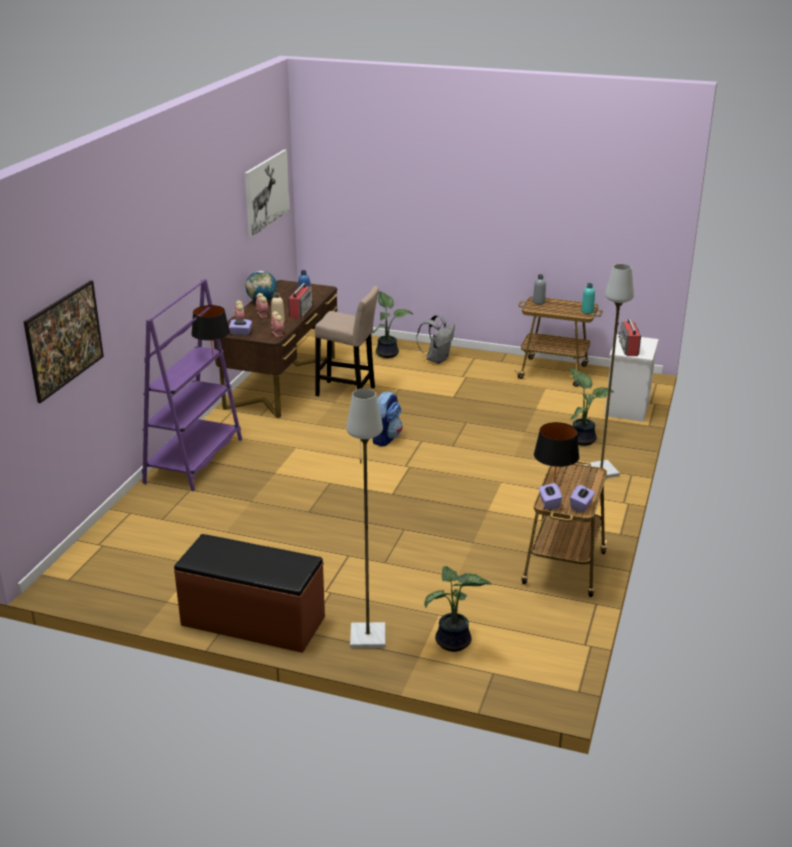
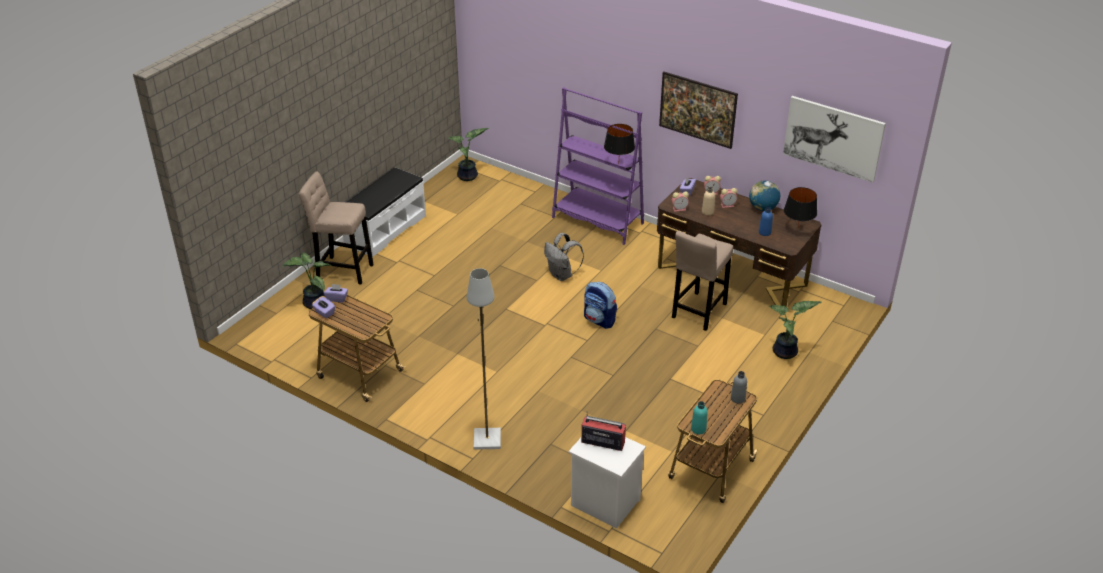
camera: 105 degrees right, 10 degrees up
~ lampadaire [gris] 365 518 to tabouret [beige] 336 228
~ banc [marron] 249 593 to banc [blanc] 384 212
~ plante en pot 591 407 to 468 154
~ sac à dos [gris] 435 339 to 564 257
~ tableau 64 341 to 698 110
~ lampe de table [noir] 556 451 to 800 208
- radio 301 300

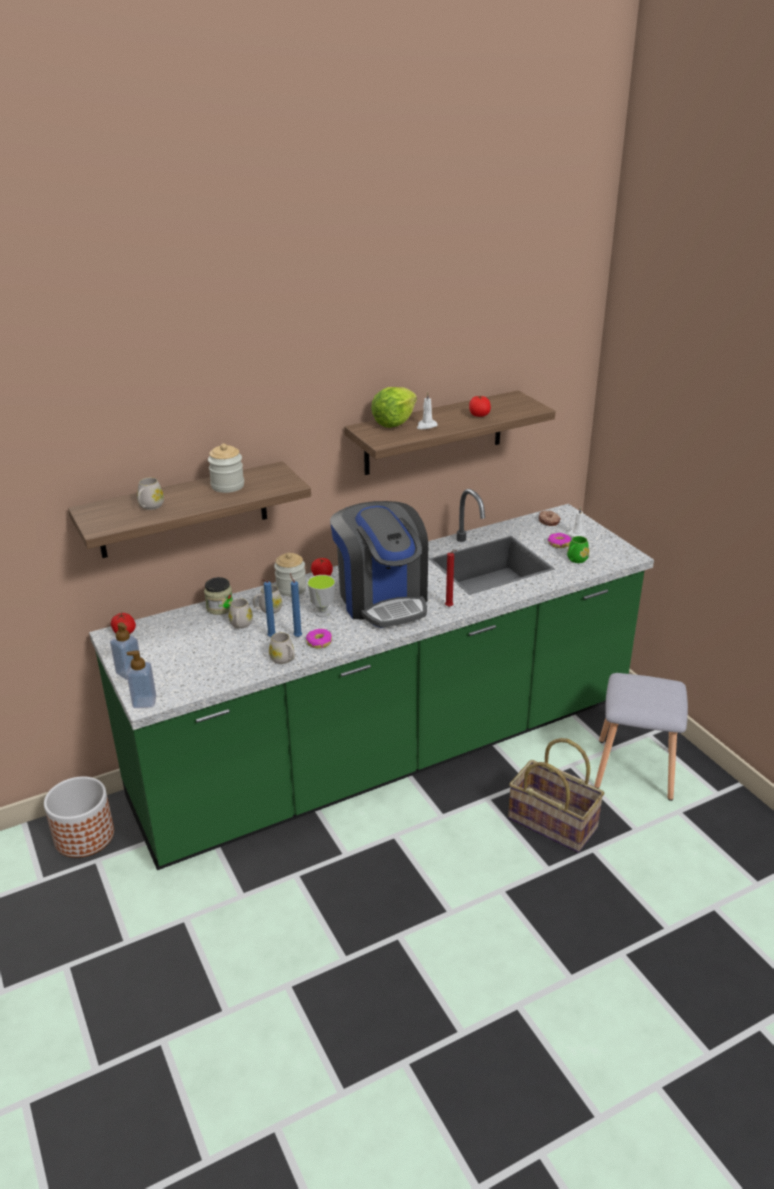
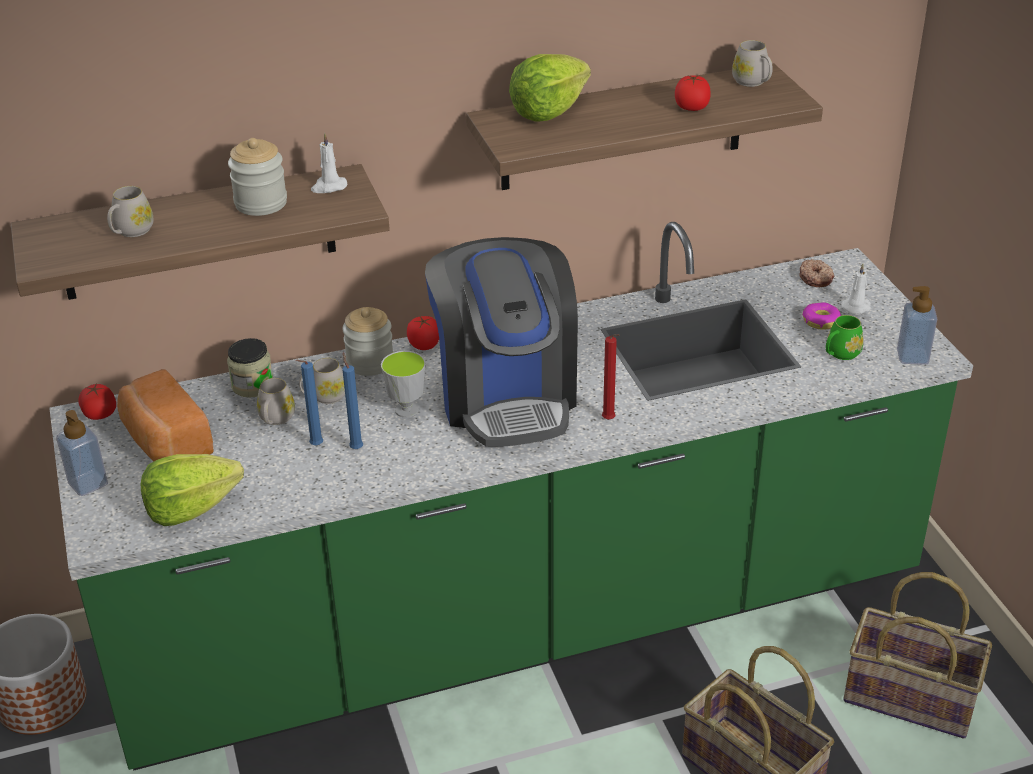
camera: 10 degrees right, 5 degrees up
+ pain 165 415
+ laitue 192 490
~ bougie [blanc] 427 410 to 329 163
~ mug [blanc] 282 648 to 752 63
~ tabouret [gris] 641 737 to panier 917 655
~ distributeur de savon 141 679 to 917 325
- beignet 319 639

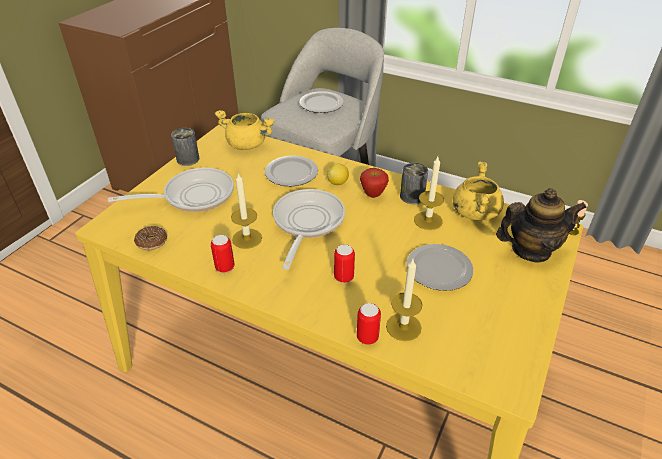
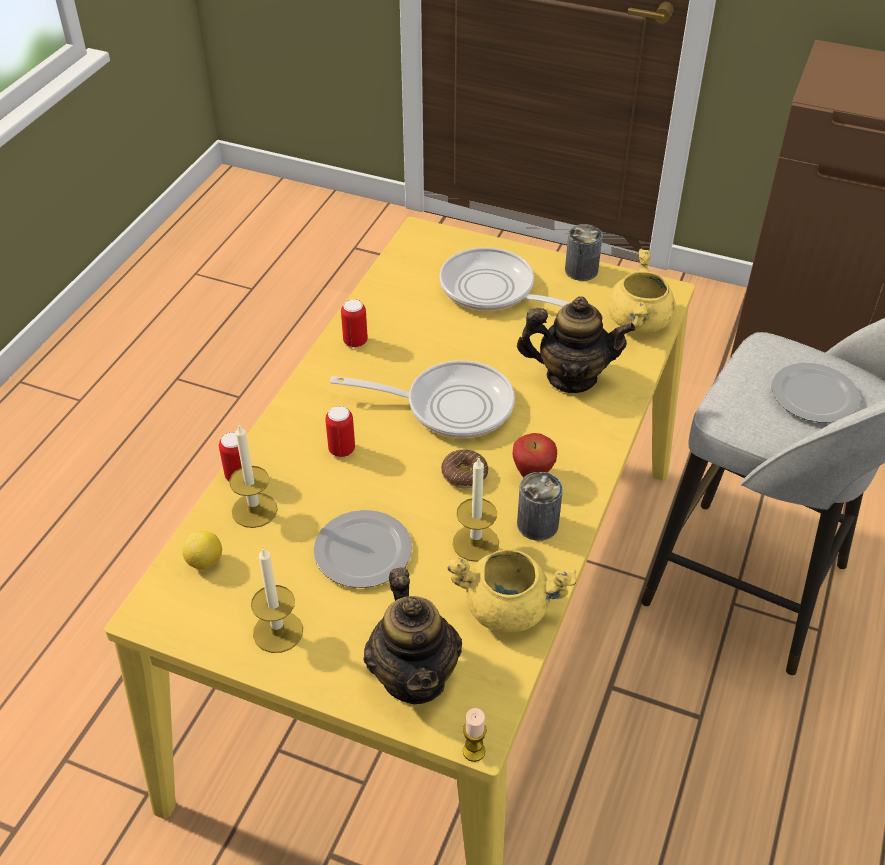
camera: 85 degrees right, 5 degrees up
~ citron 338 174 to 202 550
~ bougie 246 210 to 277 600
~ poêle 171 189 = 504 279 150 degrees clockwise
~ beignet 150 238 to 464 468
~ assiette 291 170 to théière 576 344

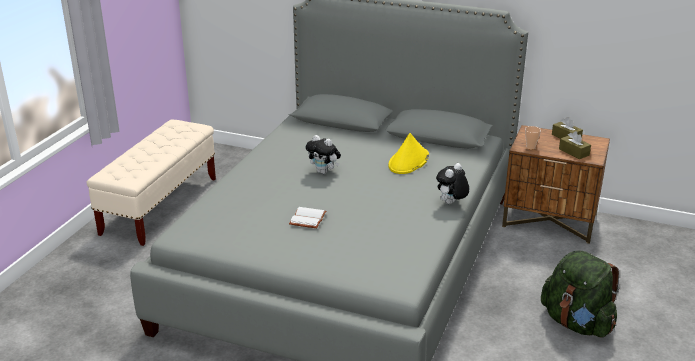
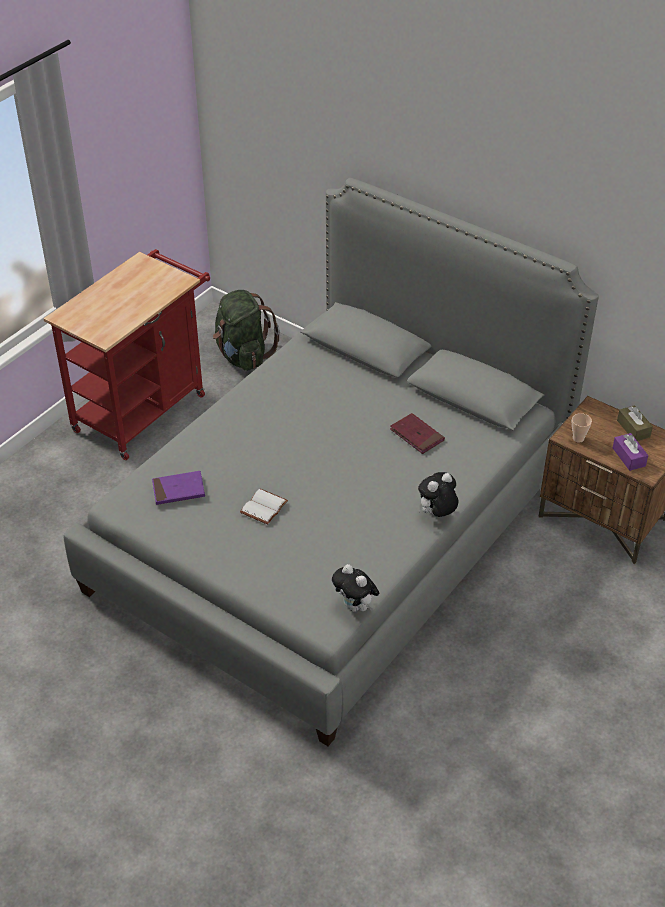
camera: 15 degrees right, 15 degrees up
~ banc [beige] 151 183 to chariot [rouge] 126 354
+ livre [violet] 178 488
~ sac à dos [vert] 580 294 to 246 330
~ peluche 323 154 to 355 588
~ chapeau [jaune] 408 153 to livre [rouge] 417 433
~ boîte à mouchoirs [marron] 575 145 to boîte à mouchoirs [violet] 630 452

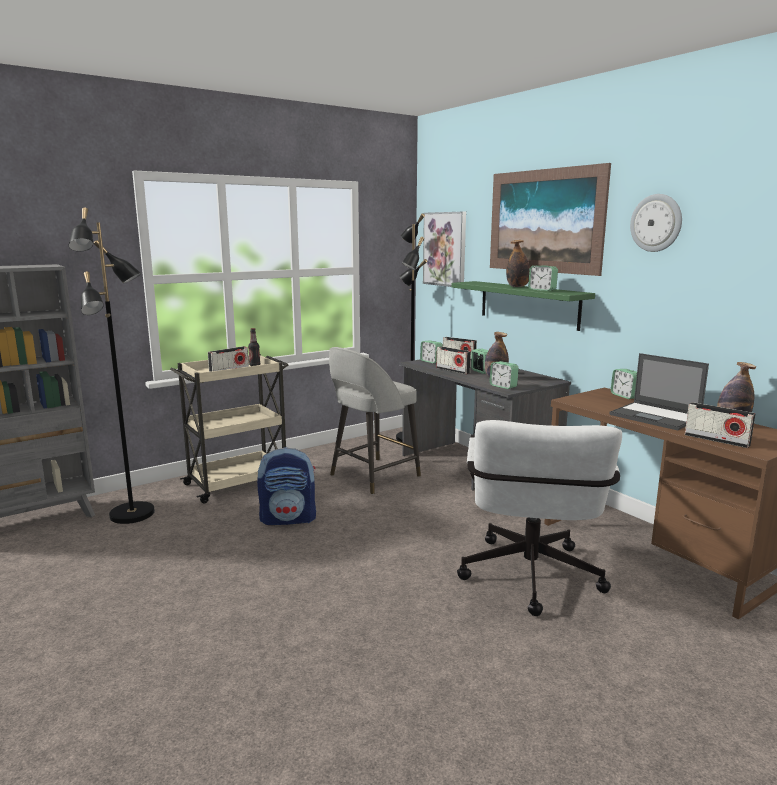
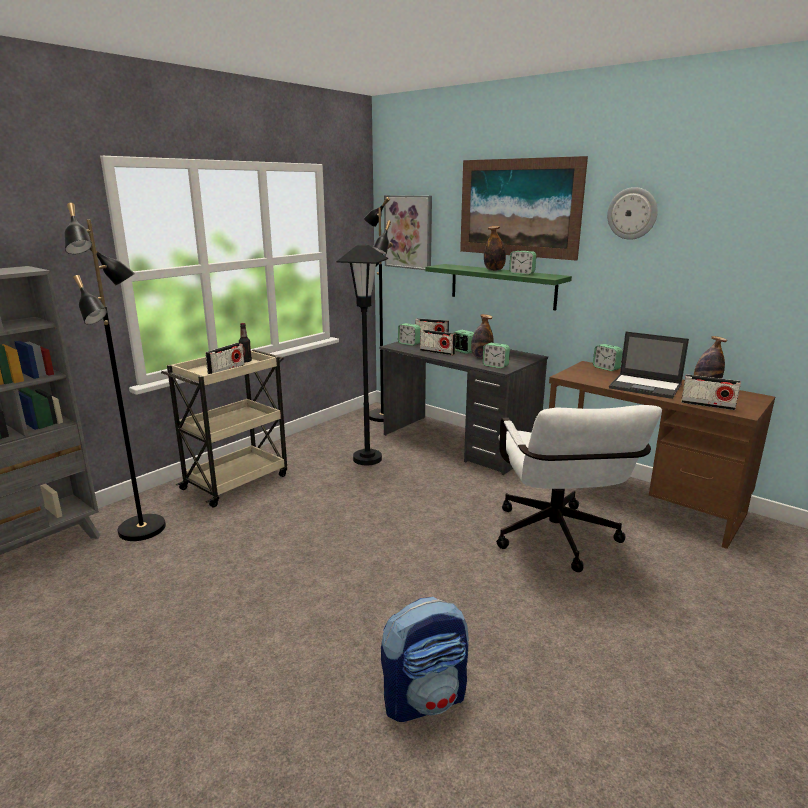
camera: 15 degrees left, 5 degrees up
~ tabouret [gris] 375 420 to lampadaire [noir] 362 355
~ sac à dos 286 486 to 425 659

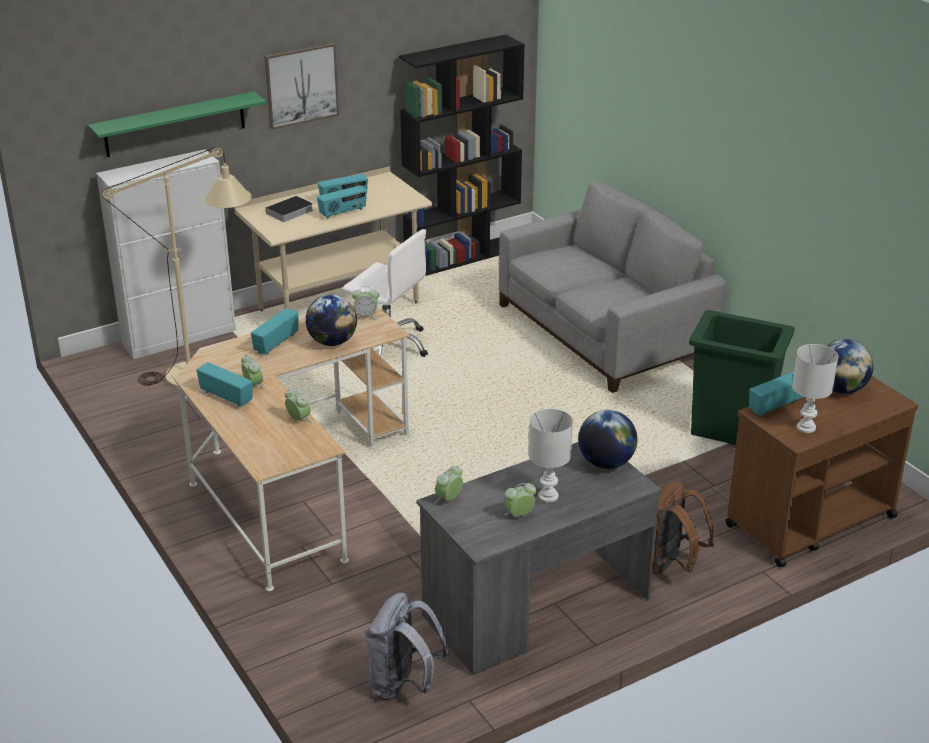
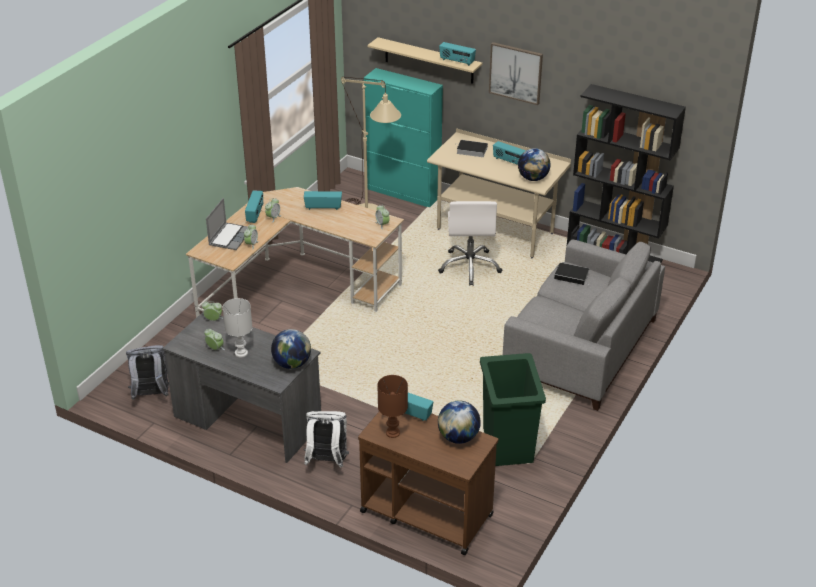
camera: 60 degrees right, 5 degrees up
+ ordinateur portable 227 224
~ sac à dos [marron] 683 528 to sac à dos [blanc] 326 439
~ meuble de rangement [blanc] 166 254 to meuble de rangement [turquoise] 403 137
~ étagère [vert] 177 124 to étagère [beige] 425 60
~ lampe de table [blanc] 815 388 to lampe de table [marron] 392 406
~ radio 342 202 to 457 54
~ globe 331 320 to 534 164
+ livre 572 274

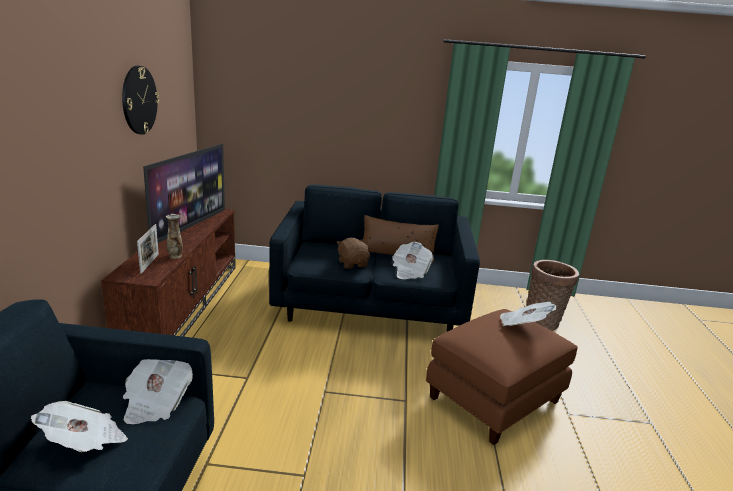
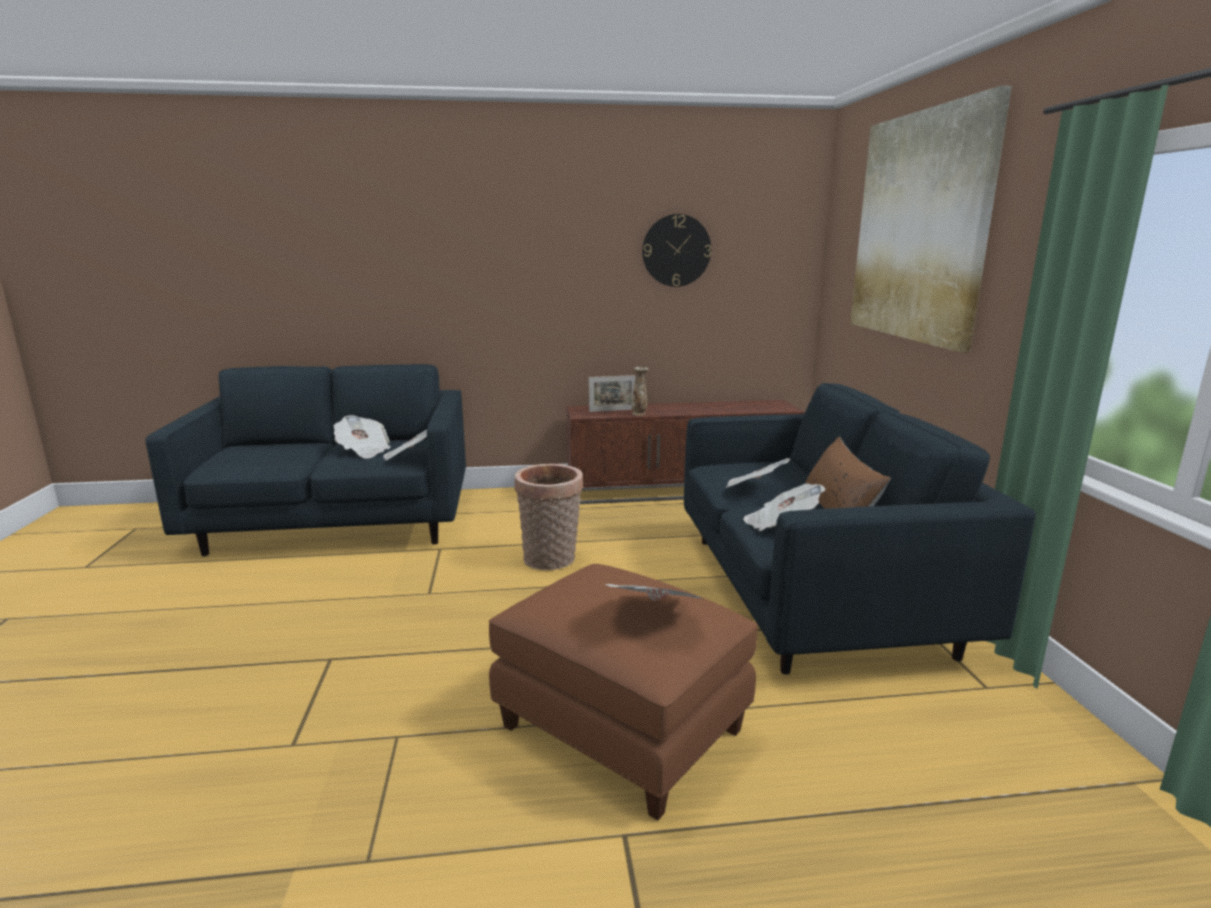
camera: 80 degrees right, 5 degrees down
~ panier 552 295 to 549 517
~ peluche [marron] 353 253 to journal 758 473
+ tableau 931 219
- téléviseur 184 193

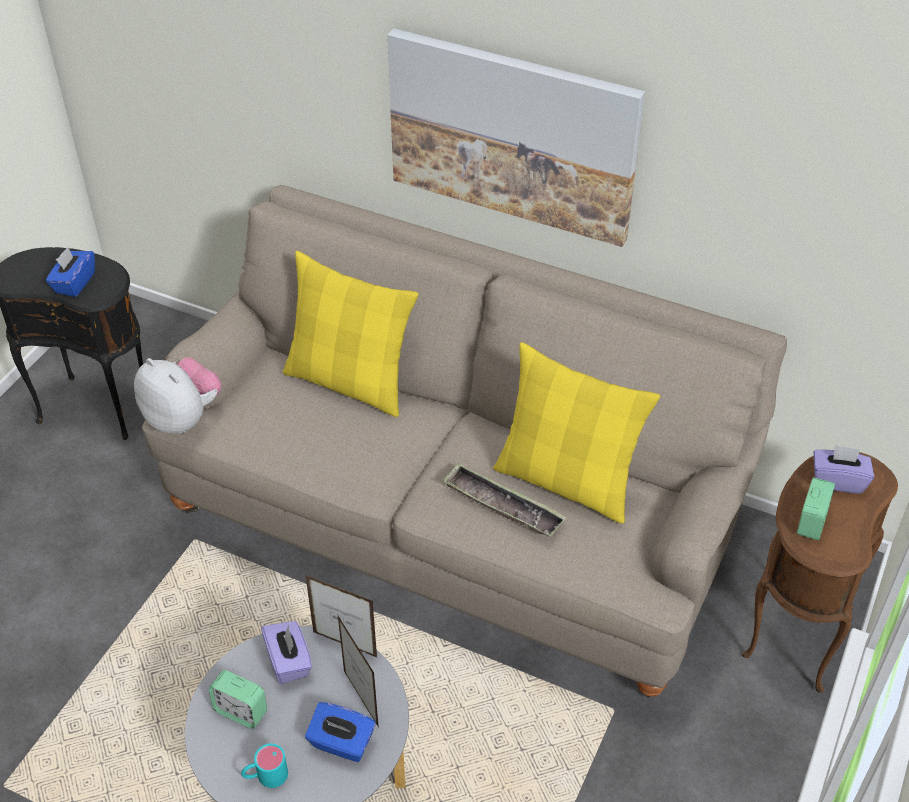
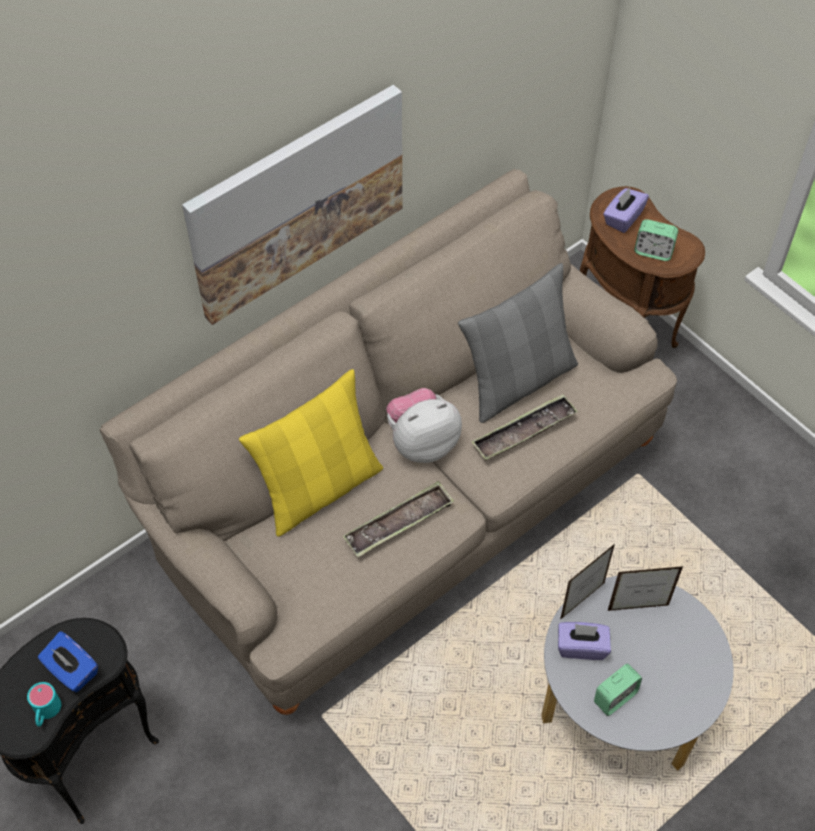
camera: 65 degrees left, 10 degrees up
~ mug [turquoise] 264 766 to 44 704
+ plateau 398 519
~ peluche 178 395 to 424 425
~ coussin [jaune] 576 433 to coussin [gris] 518 343
~ réveil 816 508 = 656 240 150 degrees clockwise
- boîte à mouchoirs [bleu] 340 732

